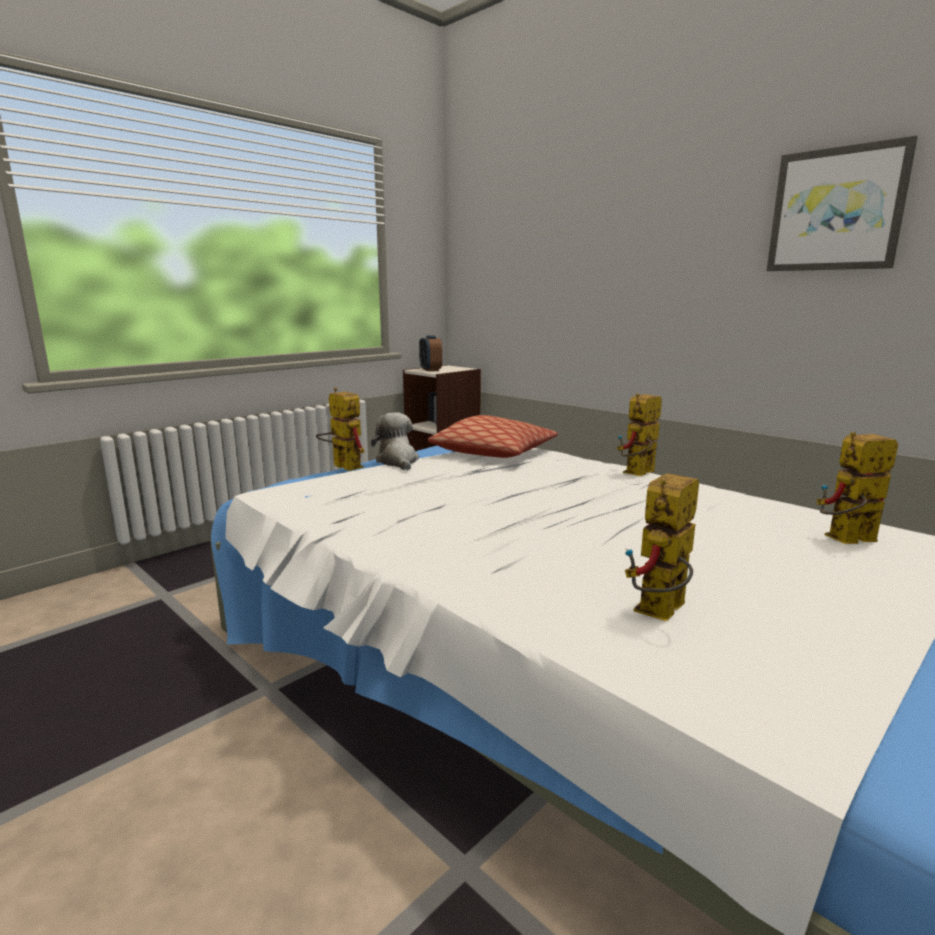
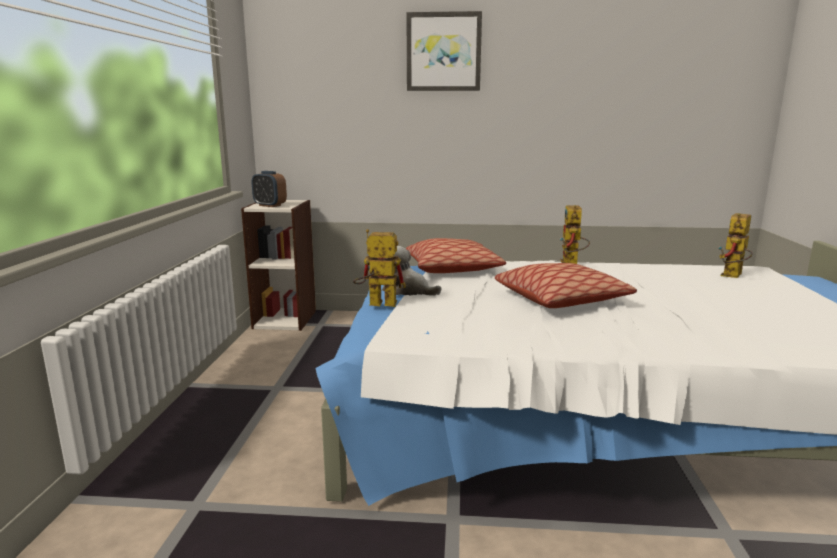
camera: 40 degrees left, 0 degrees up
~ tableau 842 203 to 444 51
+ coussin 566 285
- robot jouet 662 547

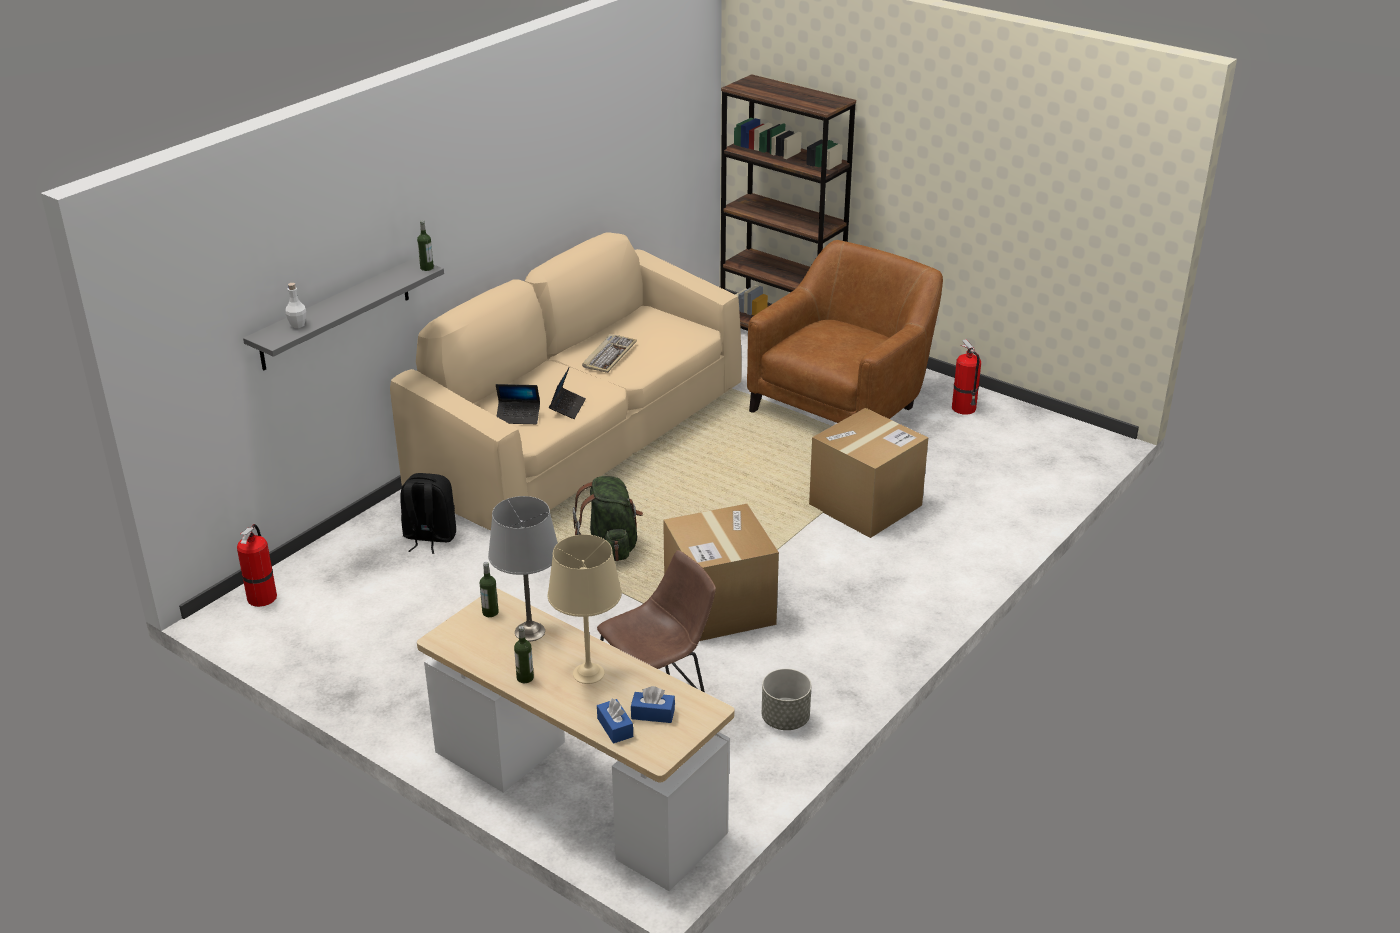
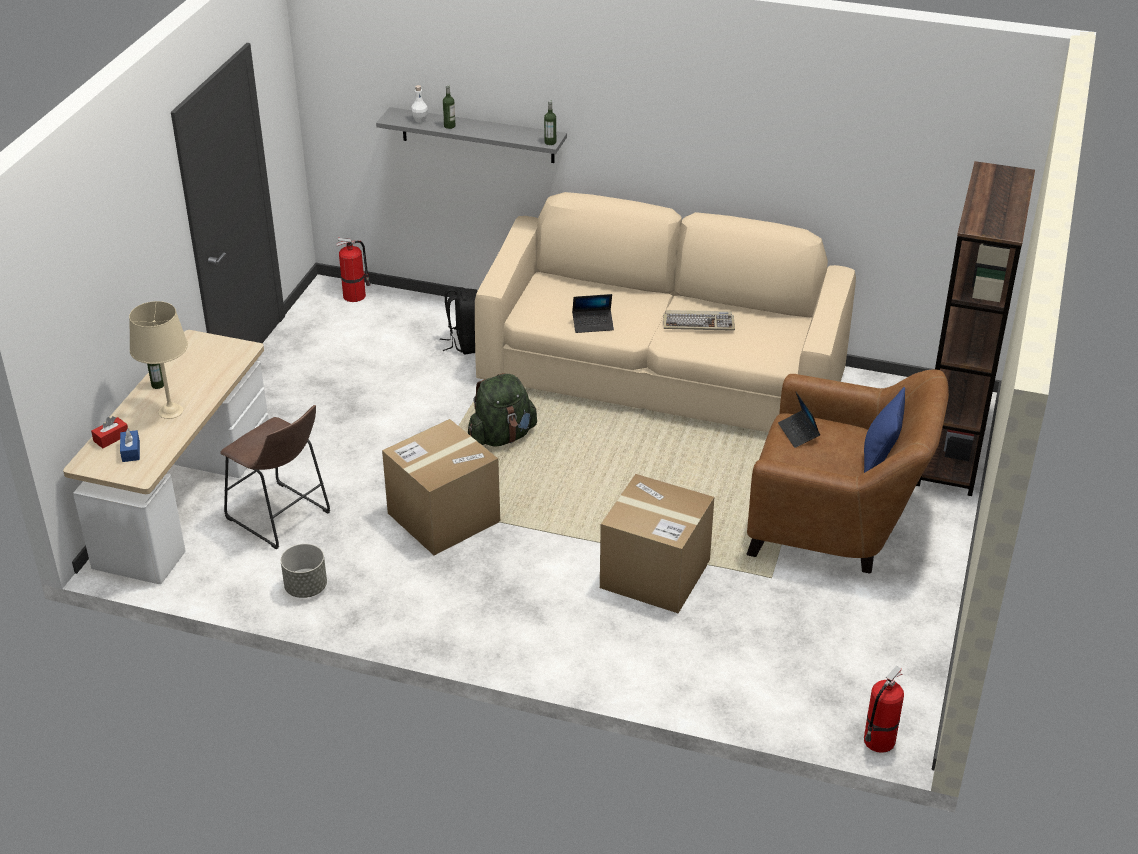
camera: 70 degrees right, 5 degrees up
~ boîte à mouchoirs [bleu] 615 720 to boîte à mouchoirs [rouge] 109 432
~ bouteille 489 589 to 449 107
~ ordinateur portable 518 404 to 799 420
+ coussin [bleu] 884 430
~ extincteur 966 377 to 884 709
- lampe de table [gris] 523 569

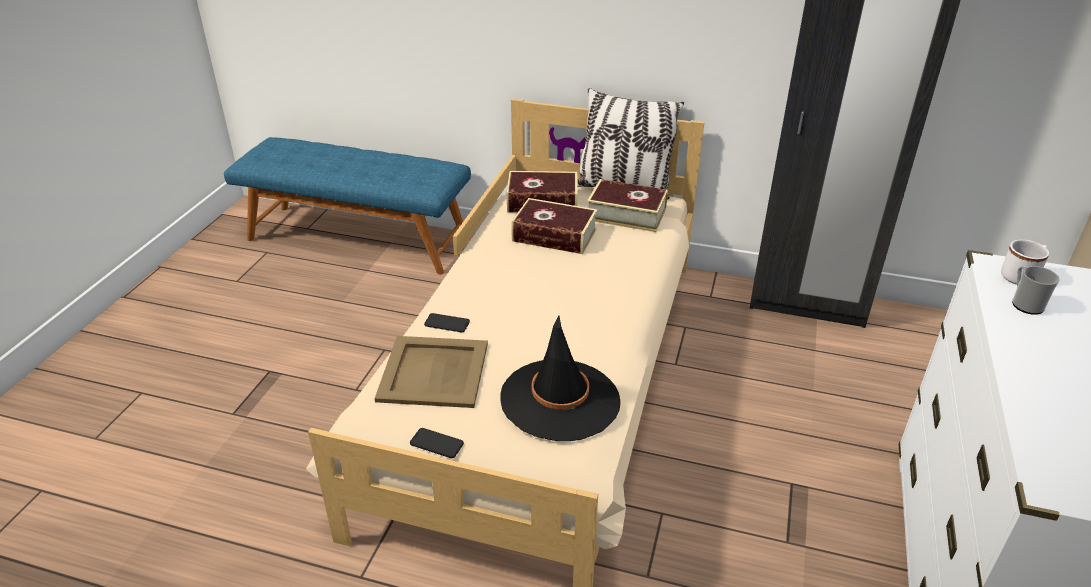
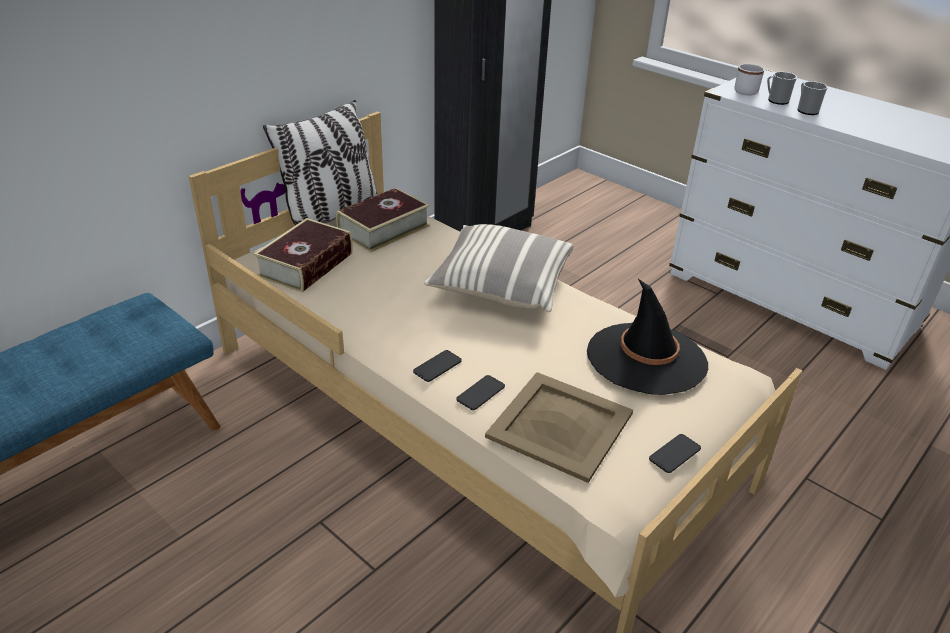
camera: 65 degrees left, 0 degrees up
+ téléphone 437 366
+ coussin 499 268
+ mug 812 98
- livre 554 226

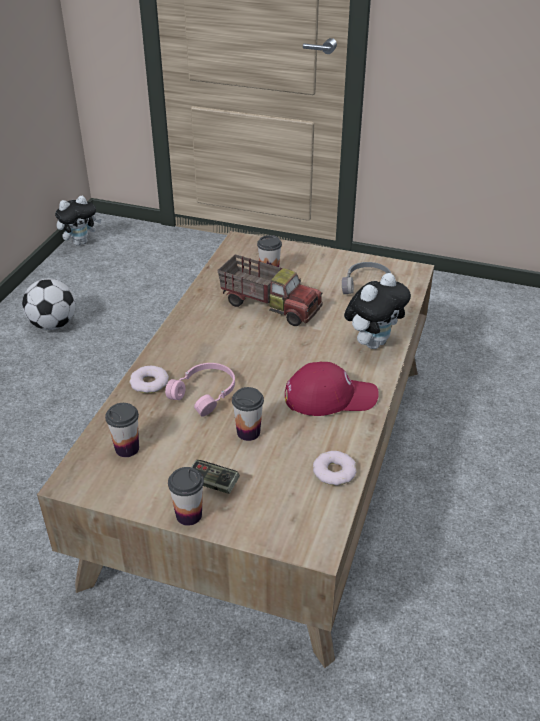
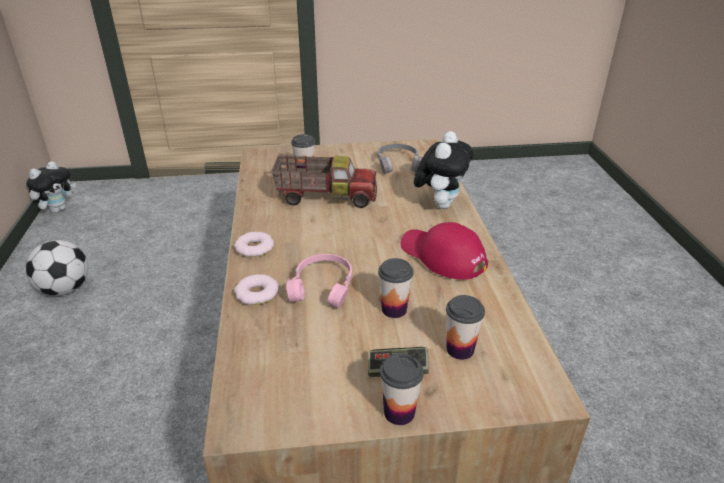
camera: 25 degrees left, 5 degrees down
~ beignet 335 468 to 254 244
~ casquette [rouge] 332 388 = 444 251 105 degrees counterclockwise
~ tasse 122 430 to 465 327

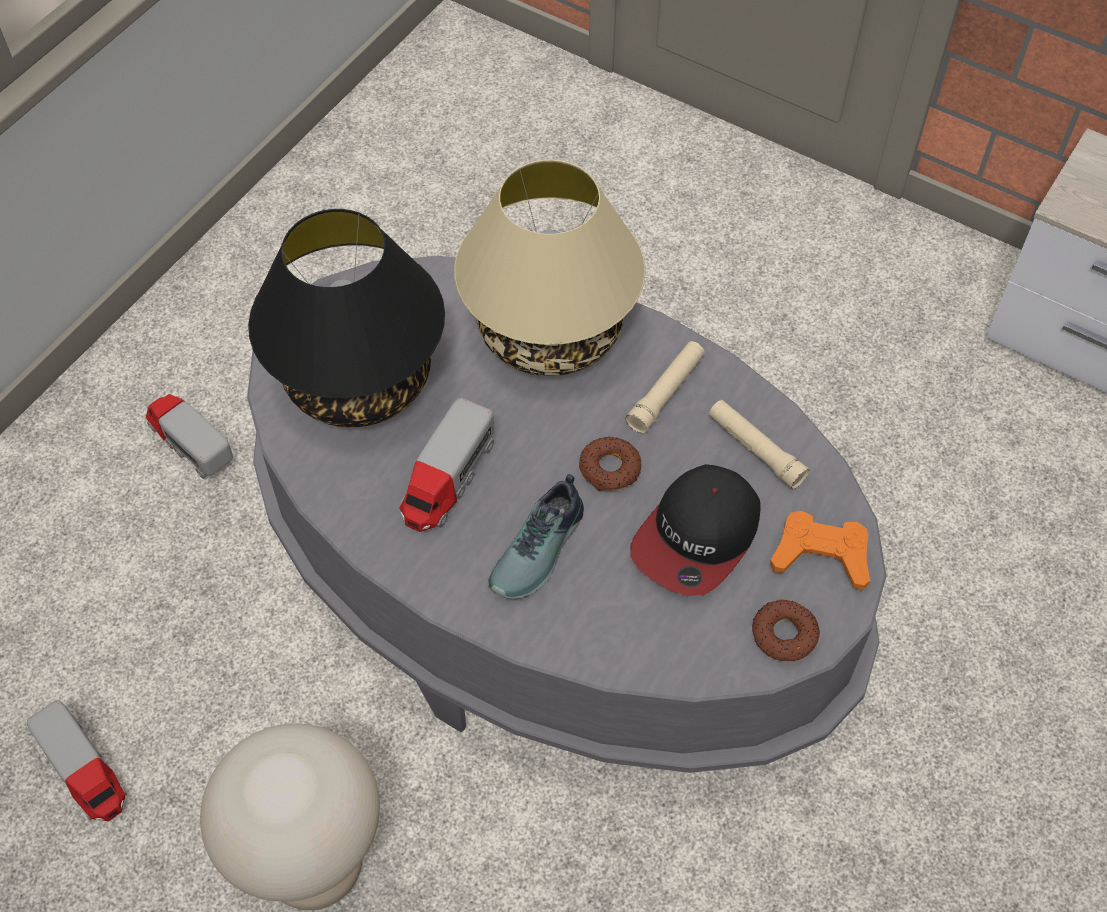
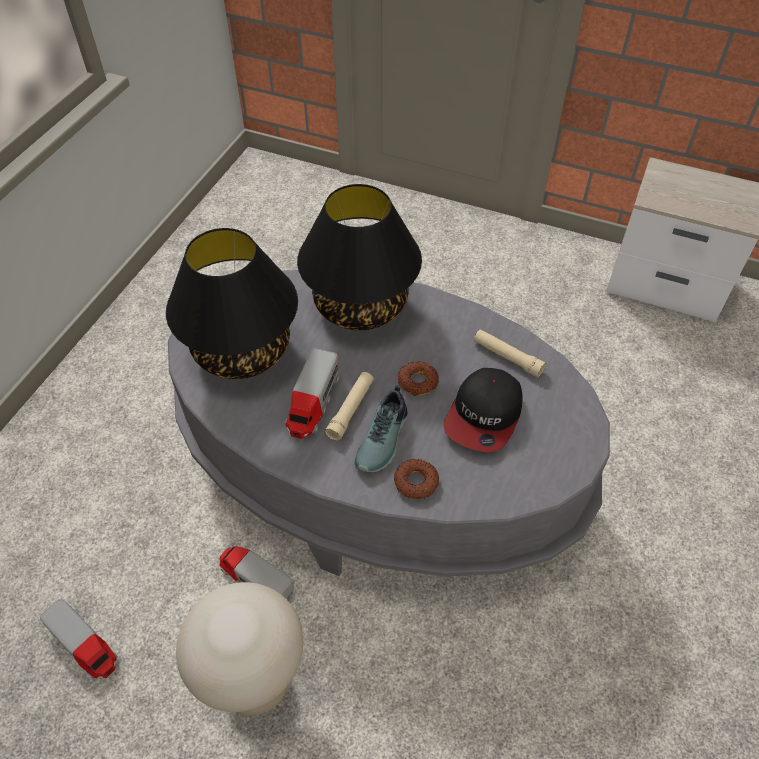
camera: 10 degrees left, 5 degrees down
~ camion jouet 189 436 to 257 572
~ lampe de table [beige] 550 267 to lampe de table [noir] 359 257
~ lampe de poche [beige] 665 387 to 349 406
~ beignet 786 631 to 416 479
- manette [orange] 820 551

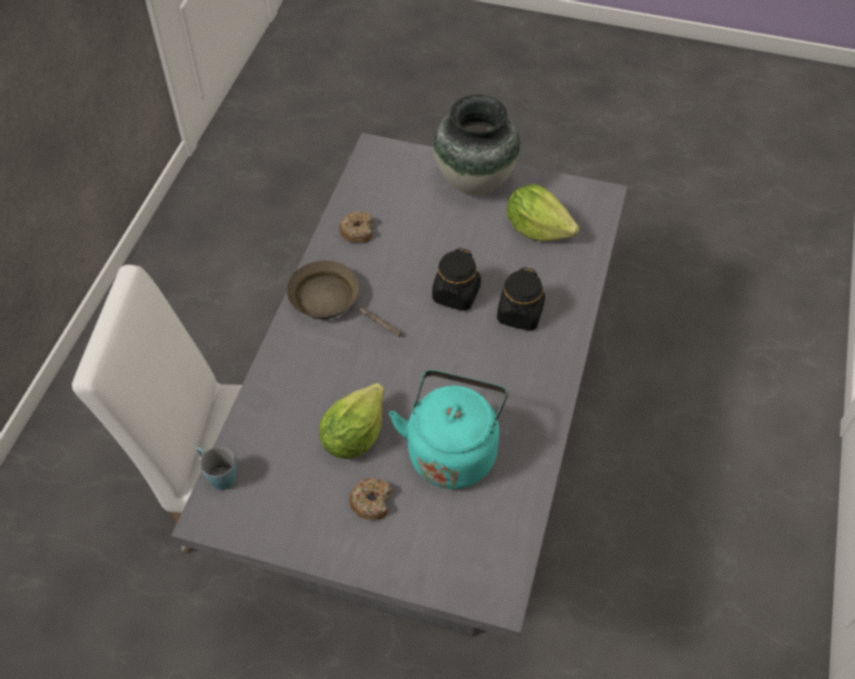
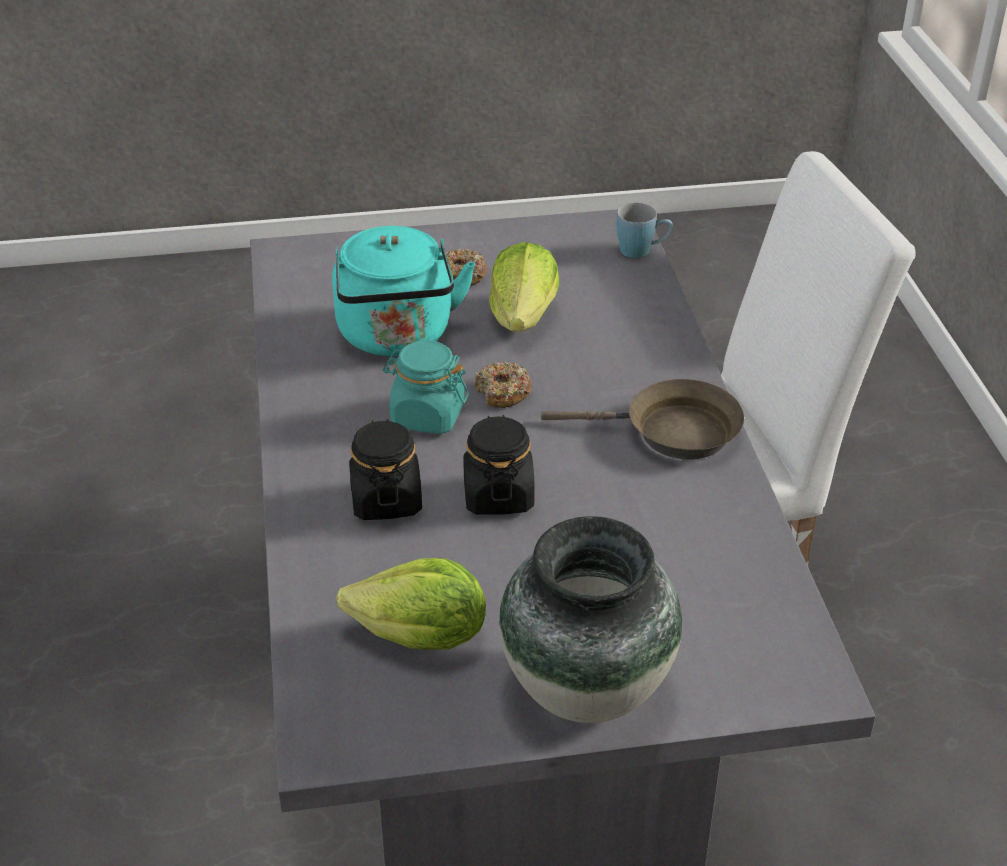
camera: 155 degrees right, 15 degrees down
+ bocal [turquoise] 426 387
~ beignet 356 227 to 503 385

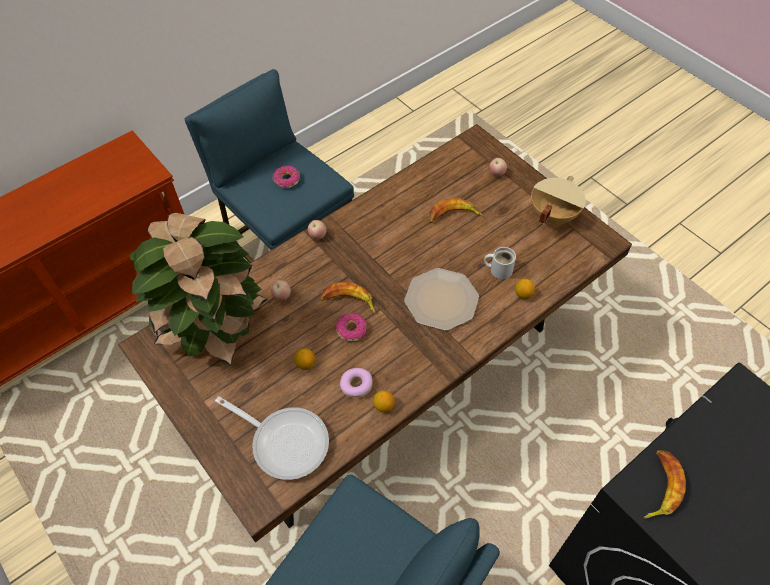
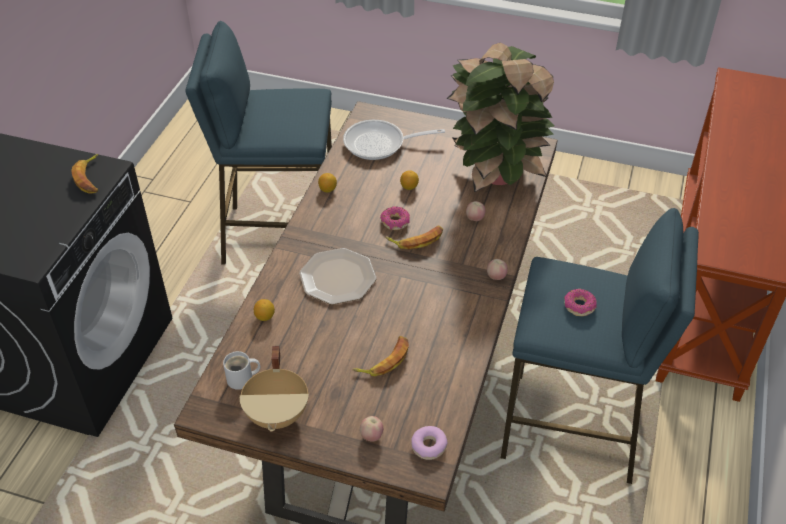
camera: 145 degrees right, 10 degrees down
~ mug [blanc] 500 263 to 241 370
~ beignet 356 383 to 429 443

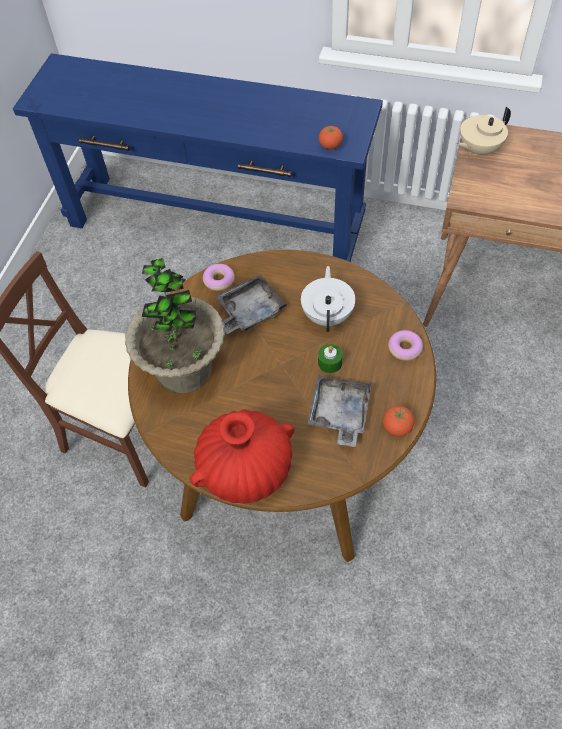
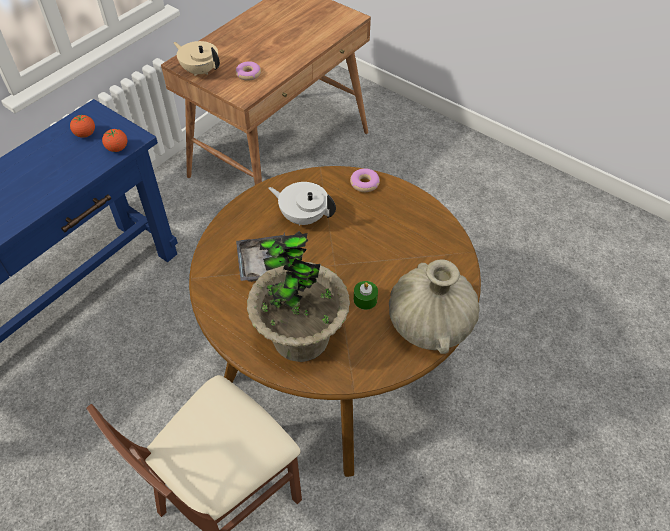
camera: 70 degrees left, 5 degrees down
~ tomate 398 421 to 82 126
~ théière [beige] 483 131 = 196 58 135 degrees clockwise
~ beignet 219 277 to 248 71
~ bougie [vert] 330 358 to 366 295
~ vase [rouge] 242 456 to vase [beige] 434 307
- plateau [gris] 339 411

